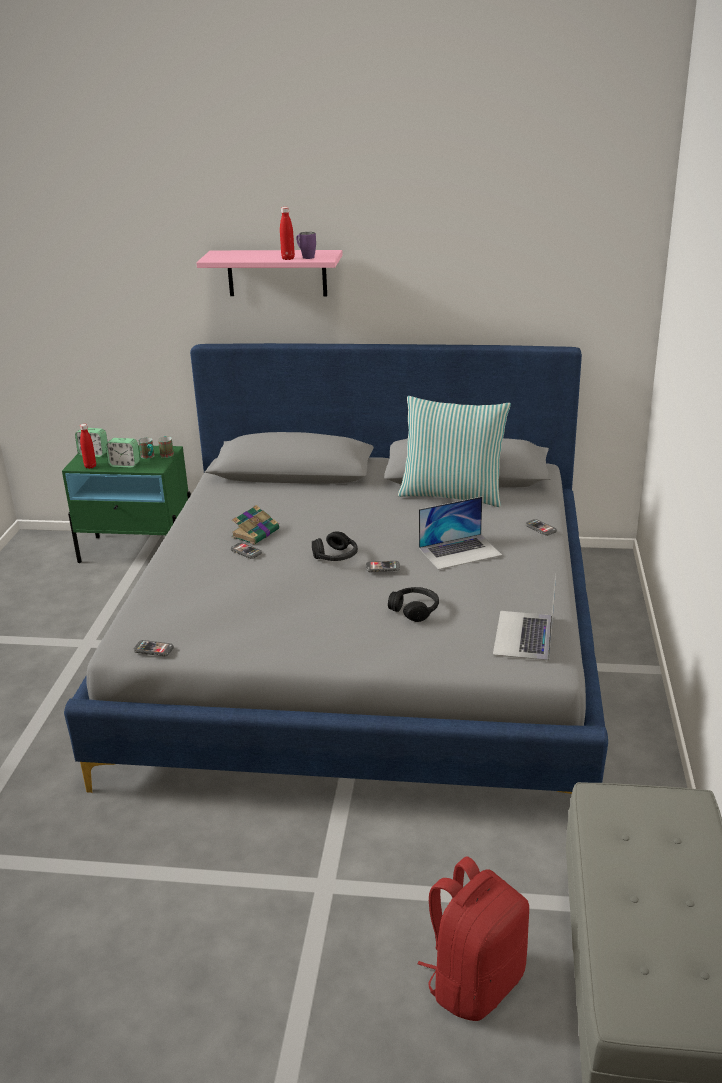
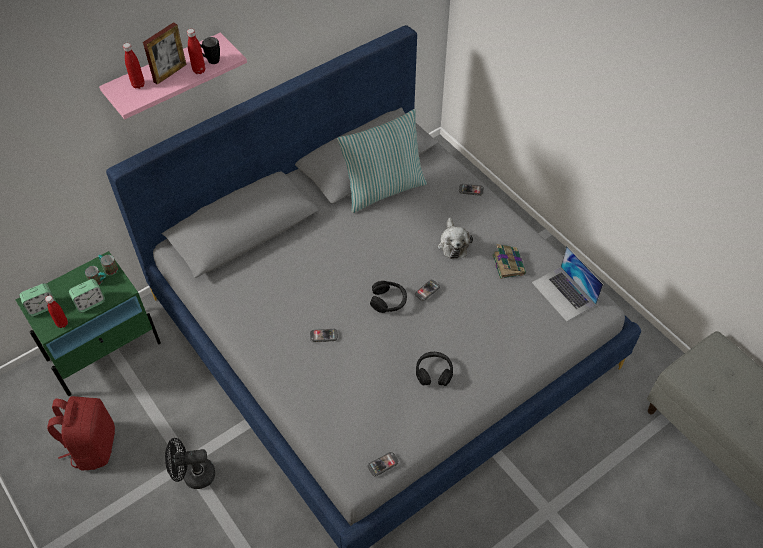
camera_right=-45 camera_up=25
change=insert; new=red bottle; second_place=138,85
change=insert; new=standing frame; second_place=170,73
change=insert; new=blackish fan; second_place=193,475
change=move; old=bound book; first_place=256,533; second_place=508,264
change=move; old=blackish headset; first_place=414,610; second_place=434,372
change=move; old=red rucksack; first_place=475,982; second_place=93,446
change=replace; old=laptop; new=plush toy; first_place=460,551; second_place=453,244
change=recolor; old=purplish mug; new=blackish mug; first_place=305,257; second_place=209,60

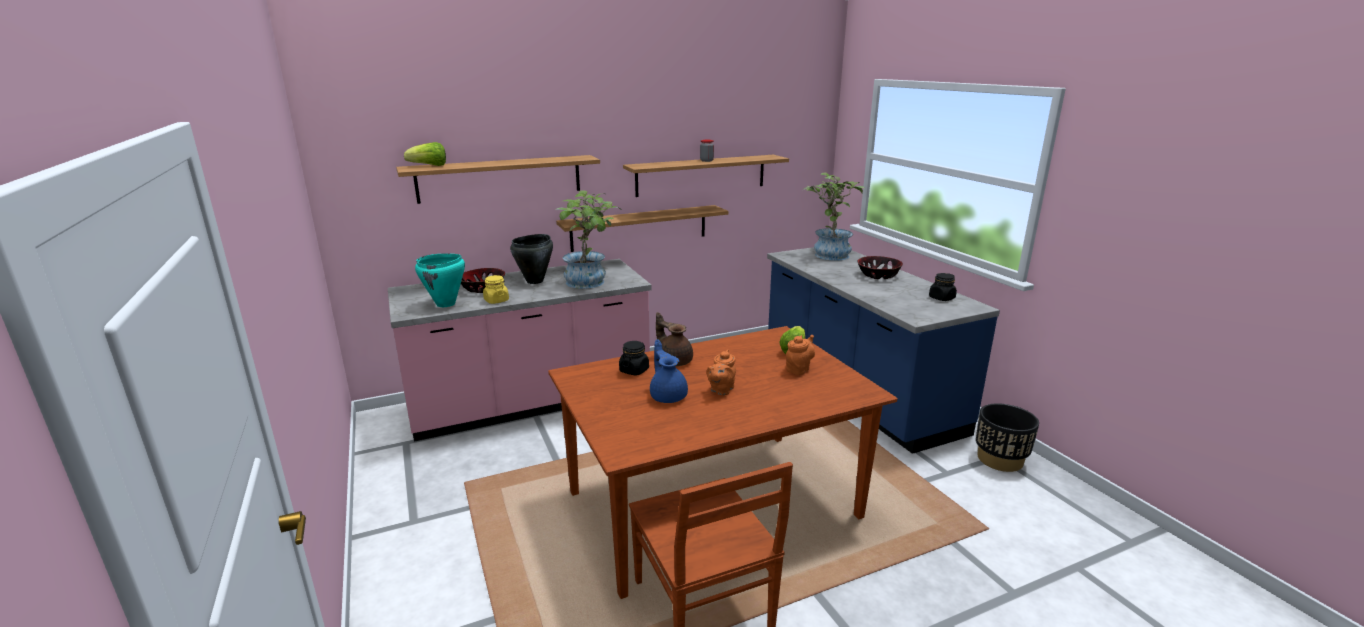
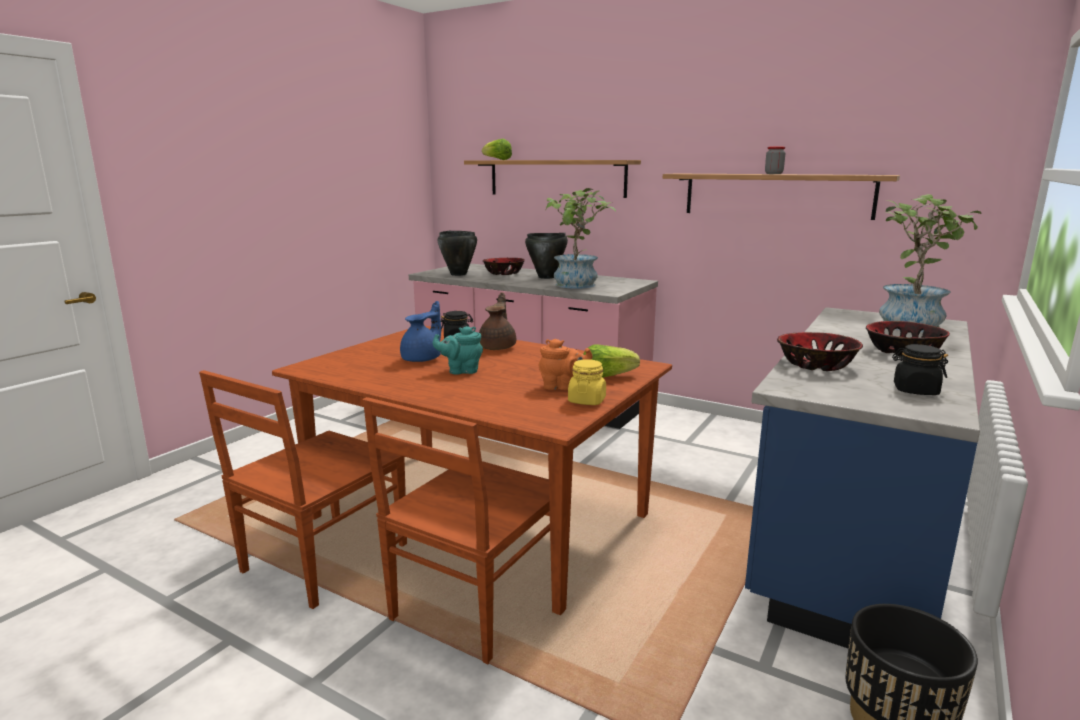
camera_right=55 camera_up=-5
change=delete; old=bracket shelf; first_place=639,228
change=insert; new=brown plain chair; second_place=475,603
change=insert; new=deep dish; second_place=815,364
change=move; old=yellow-coloured preserve jar; first_place=496,300; second_place=587,400
change=recolor; old=turquoise-coloured saucepot; new=blackish saucepot; first_place=446,304; second_place=458,274
change=recolor; old=orange-coloured teapot; new=turquoise-coloured teapot; first_place=721,390; second_place=461,371

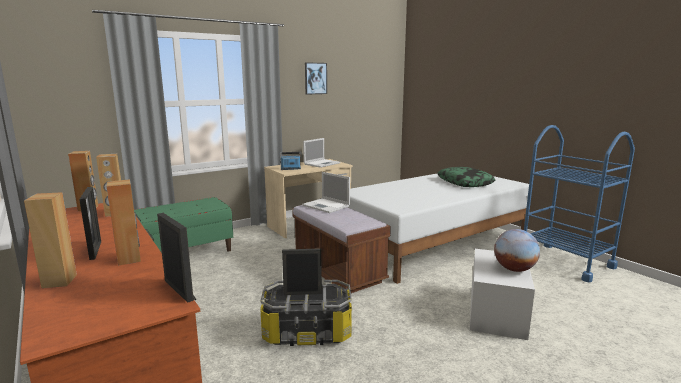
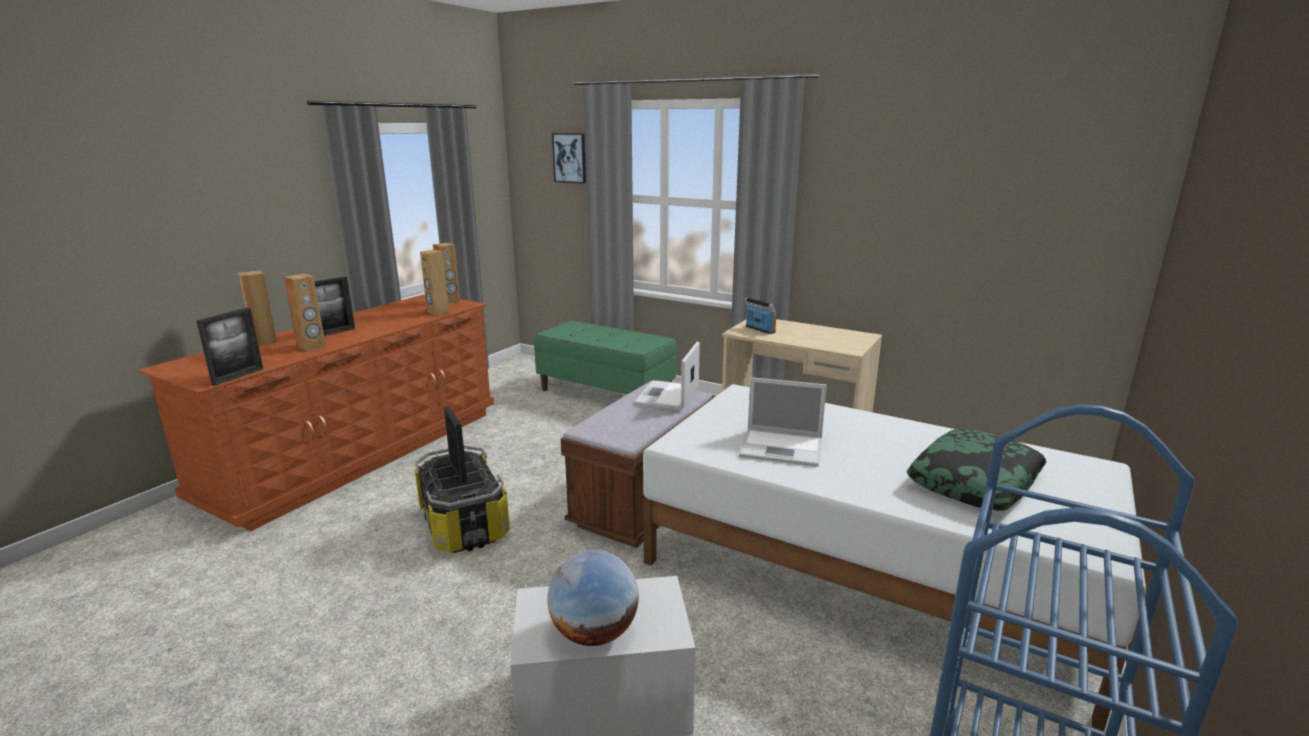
camera_right=65 camera_up=5
change=move; old=laptop; first_place=322,163; second_place=783,448
change=move; old=wall picture; first_place=315,78; second_place=570,158

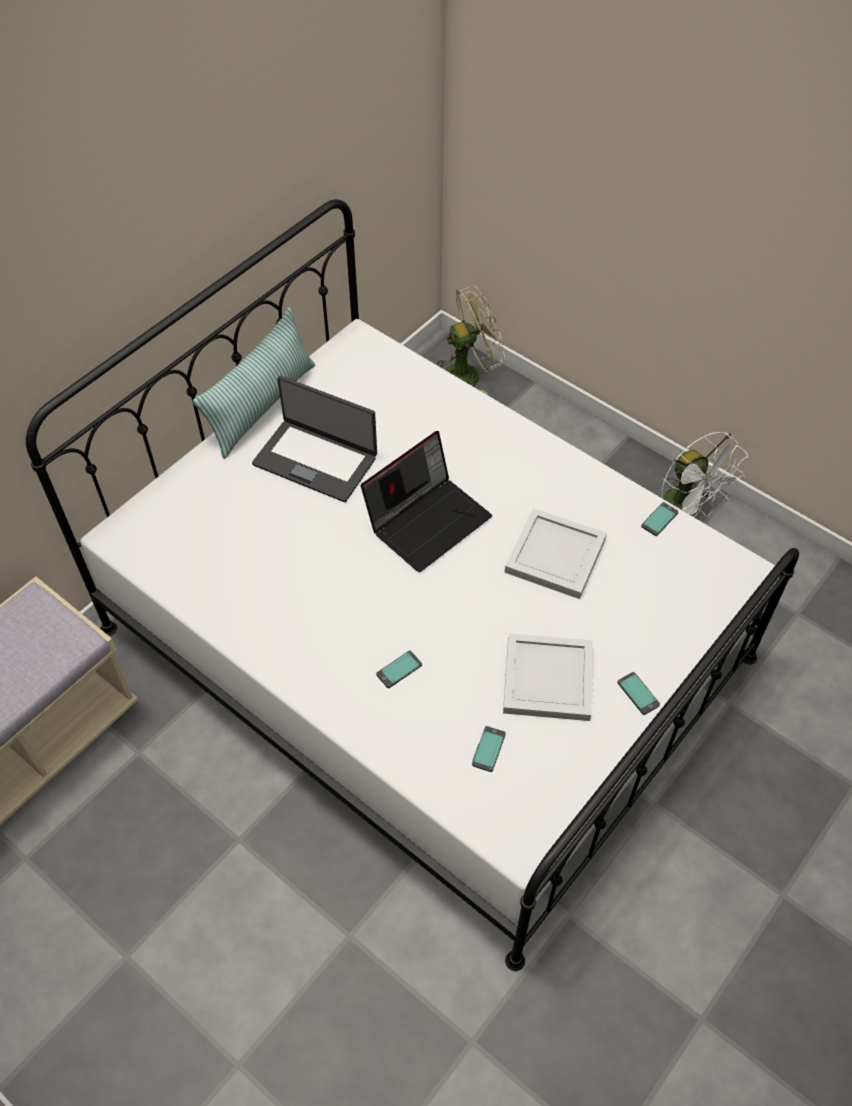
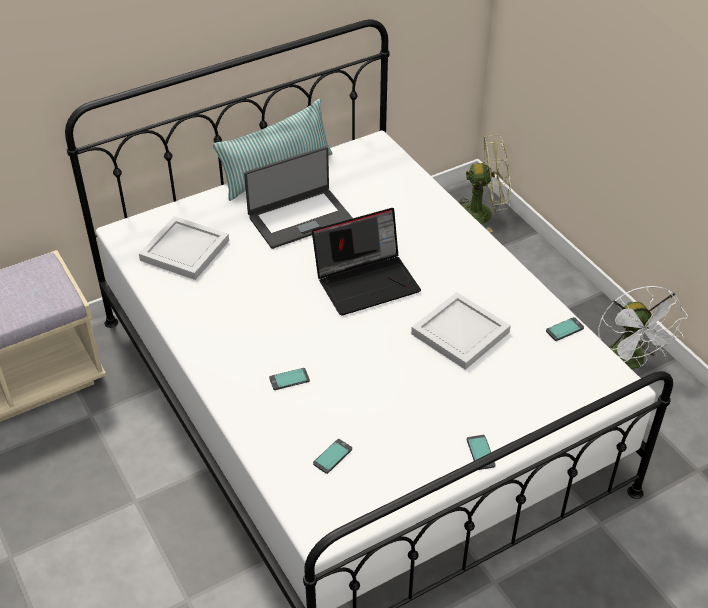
camera_right=20 camera_up=-10
change=move; old=whitish carrying tray; first_place=546,678; second_place=184,249
change=rotate; old=laptop; first_place=316,460; second_place=299,218; degrees=-75

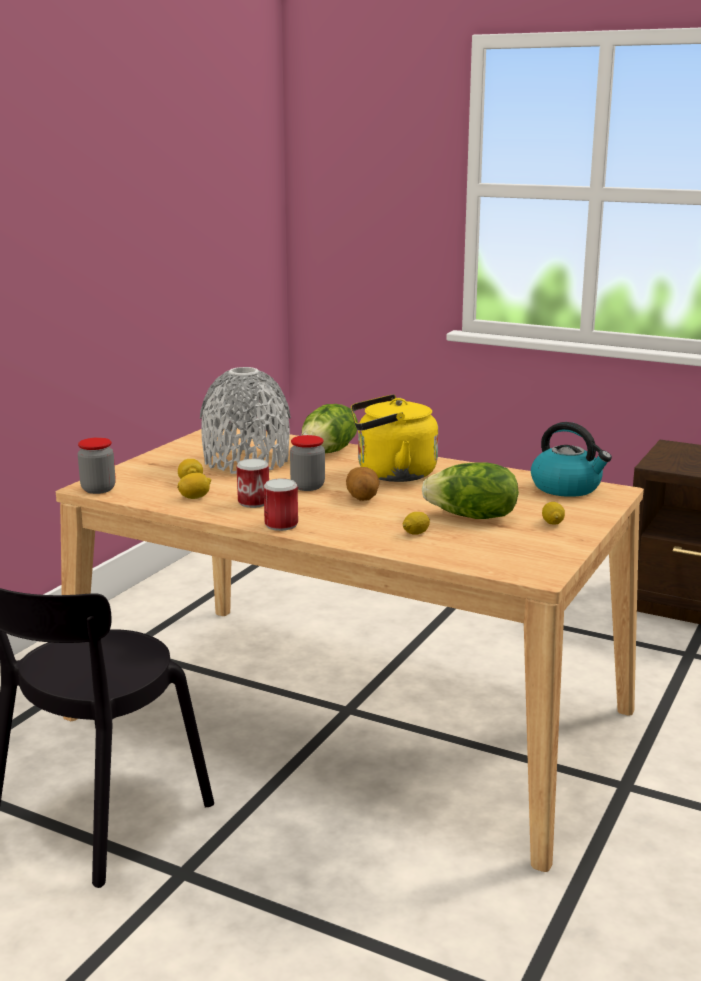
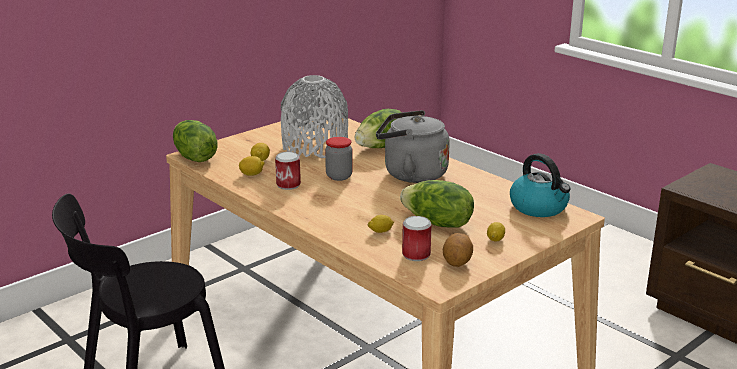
camera_right=20 camera_up=5
change=move; old=can; first_place=281,525; second_place=416,255
change=move; old=spud; first_place=362,498; second_place=457,262
change=replace; old=preserve jar; new=lettuce head; first_place=98,489; second_place=194,157
change=recolor; old=yellow-coloured water kettle; new=grey water kettle; first_place=391,474; second_place=411,174

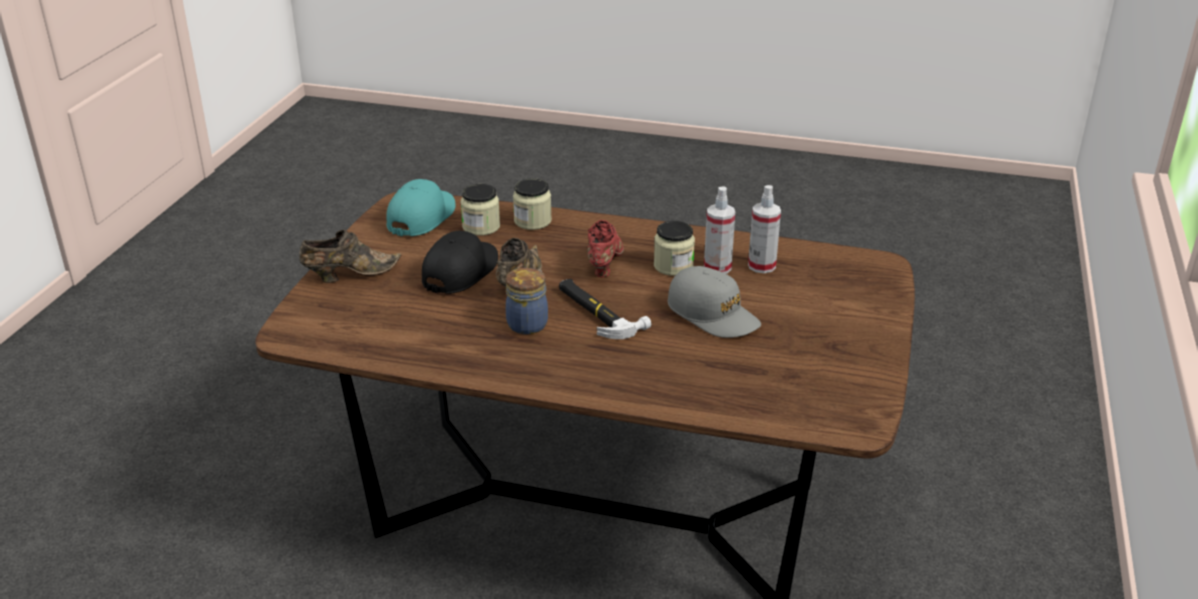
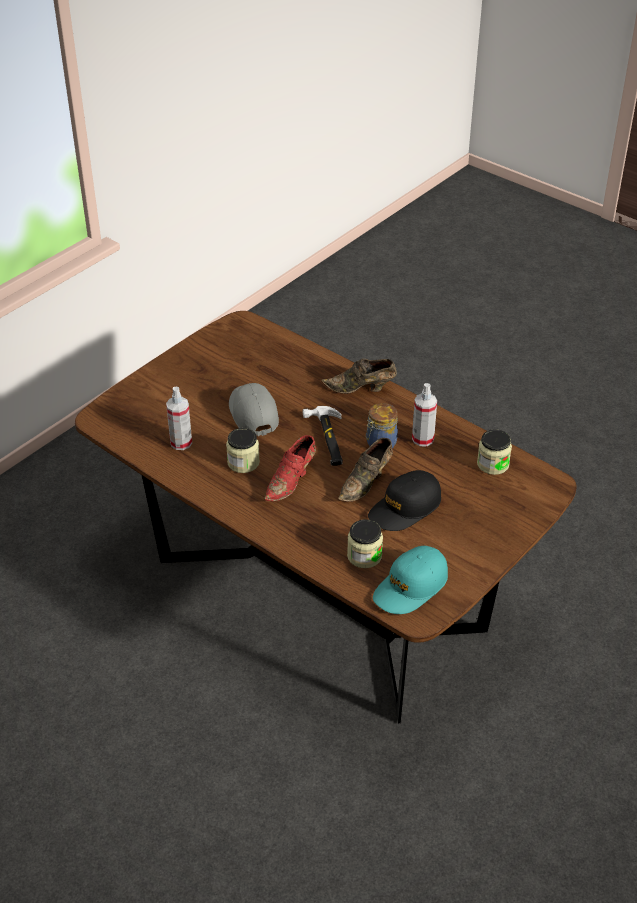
camera_right=-155 camera_up=10
change=move; old=brown item of footwear; first_place=349,275; second_place=361,389
change=move; old=preserve jar; first_place=532,221; second_place=493,464
change=move; old=spray bottle; first_place=717,268; second_place=423,439

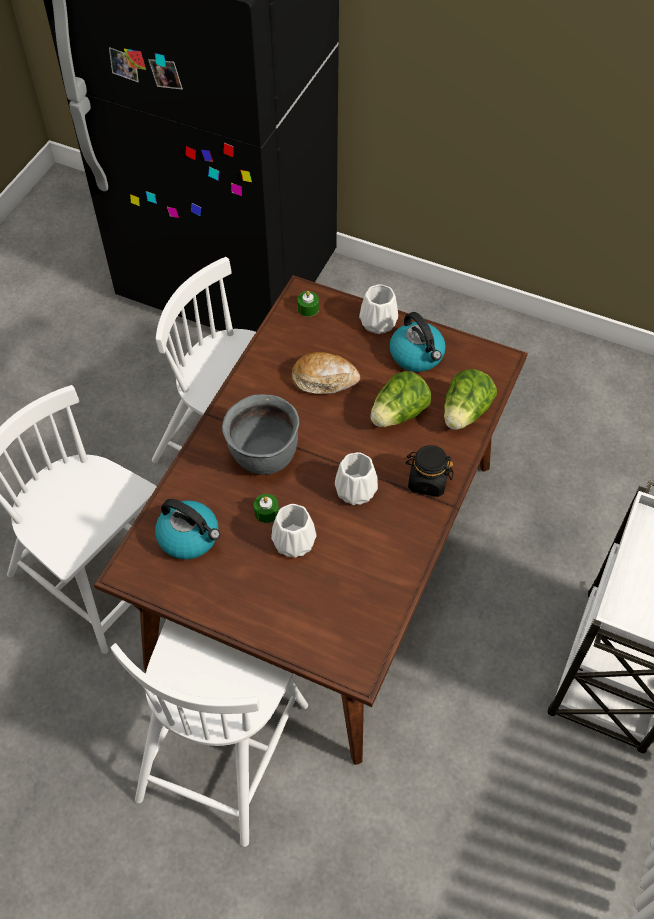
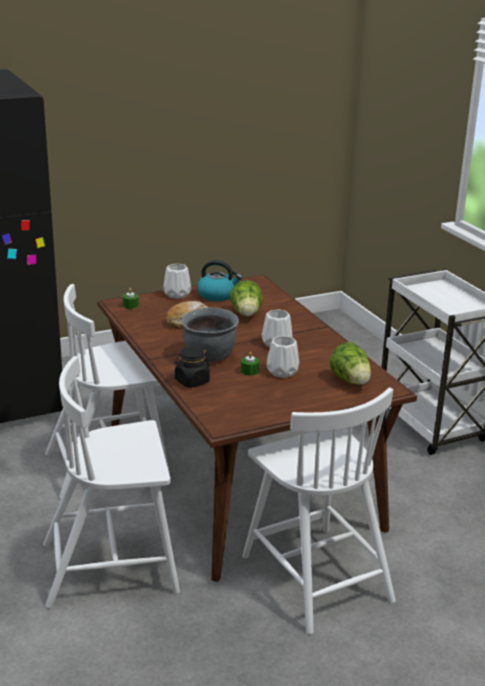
camera_right=-50 camera_up=-30
change=delete; old=water kettle; first_place=190,537
change=move; old=blackish preserve jar; first_place=427,481; second_place=192,381
change=move; old=lettuce head; first_place=465,413; second_place=351,381

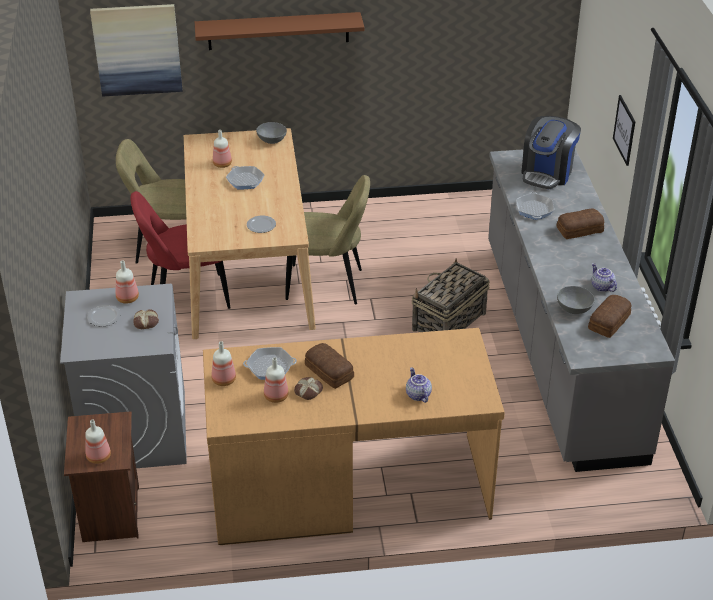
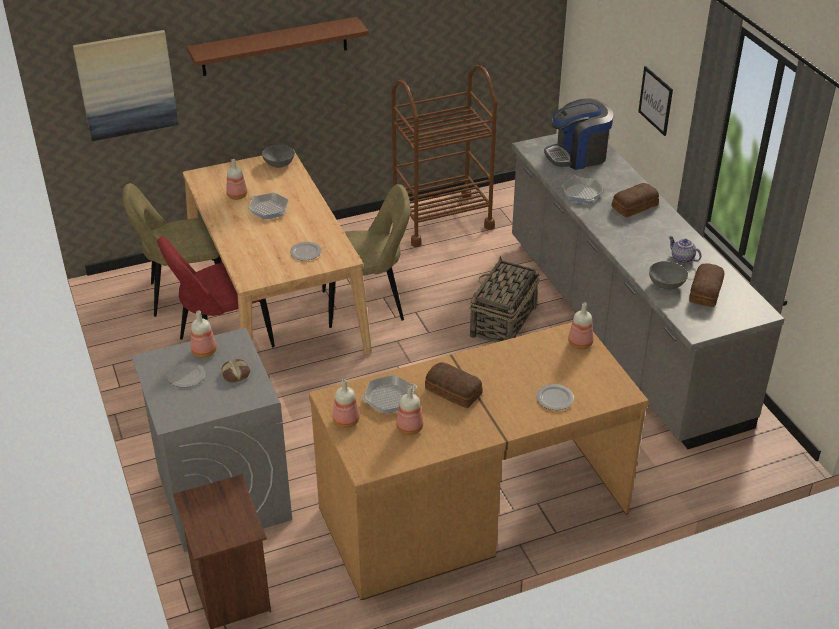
camera_right=-15 camera_up=0
change=delete; old=baked bread; first_place=308,391
change=insert; new=brown cart; second_place=441,220
change=move; old=bottle; first_place=99,456; second_place=580,343
change=replace; old=teapot; new=dinner plate; first_place=417,395; second_place=554,399
change=rotate; old=coffee maker; first_place=547,173; second_place=577,156; degrees=60

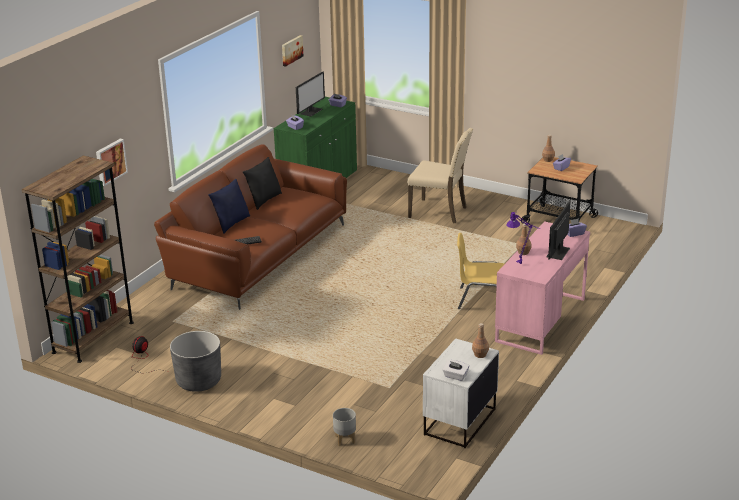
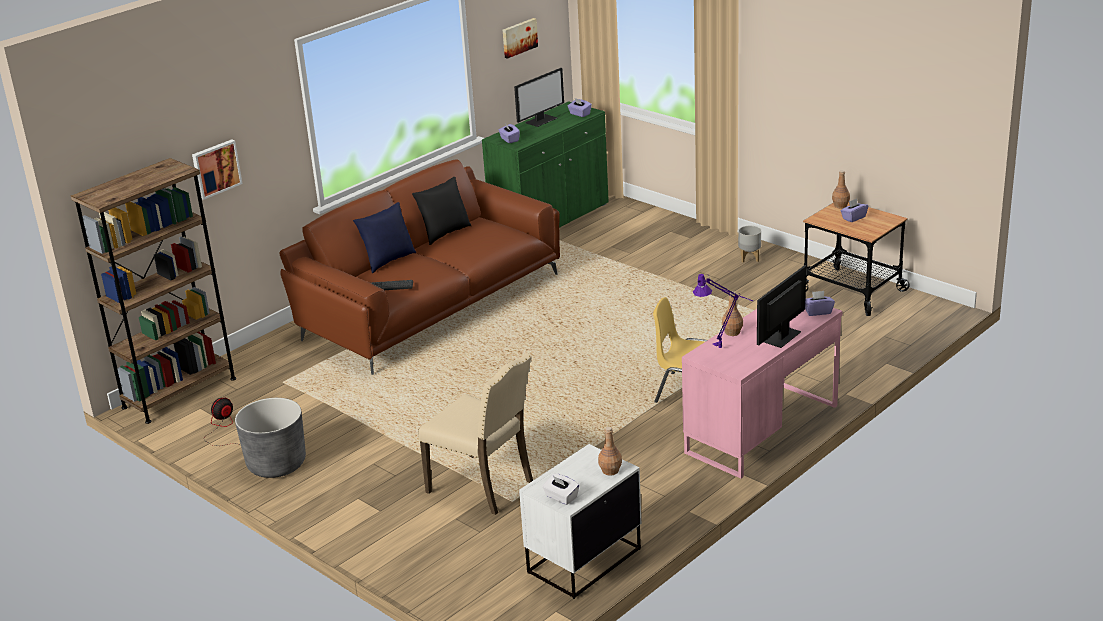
camera_right=15 camera_up=0
change=move; old=grey plant pot; first_place=345,439; second_place=750,258
change=move; old=beige-coloured plain chair; first_place=439,212; second_place=483,486

